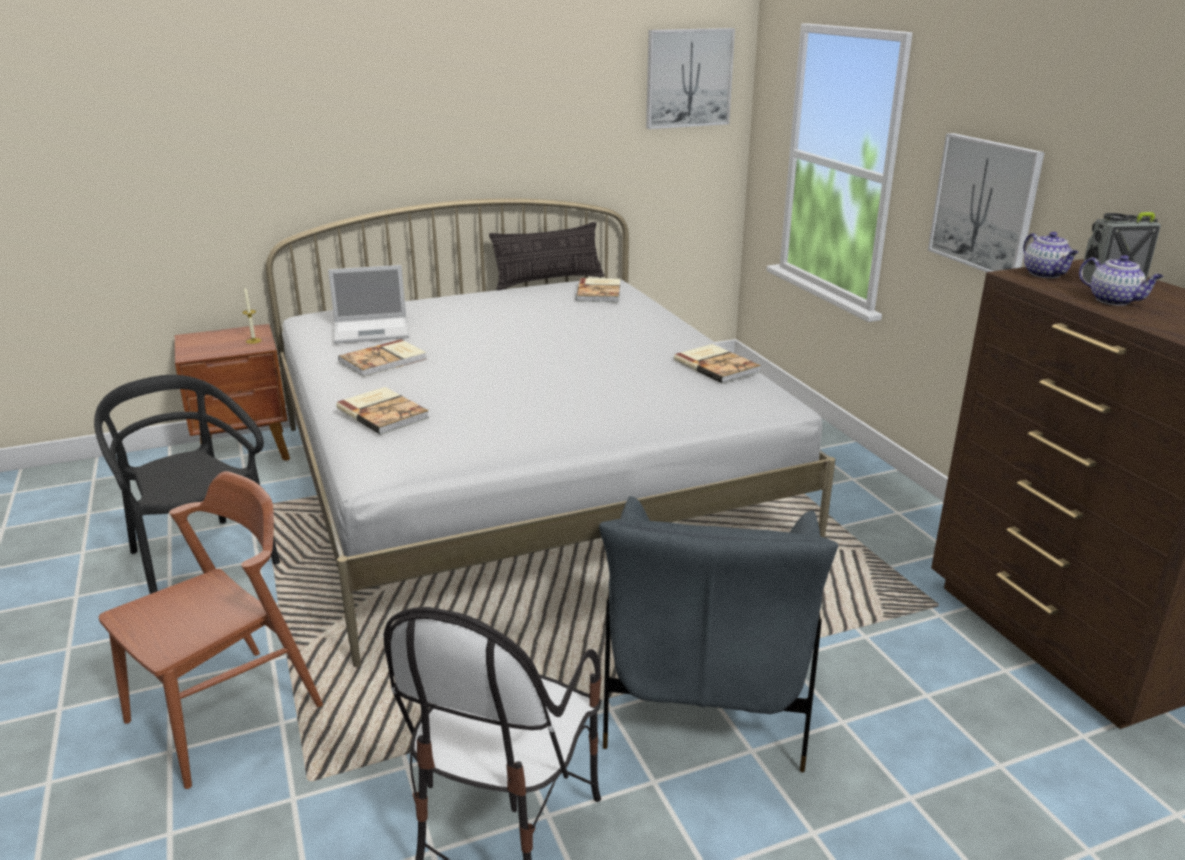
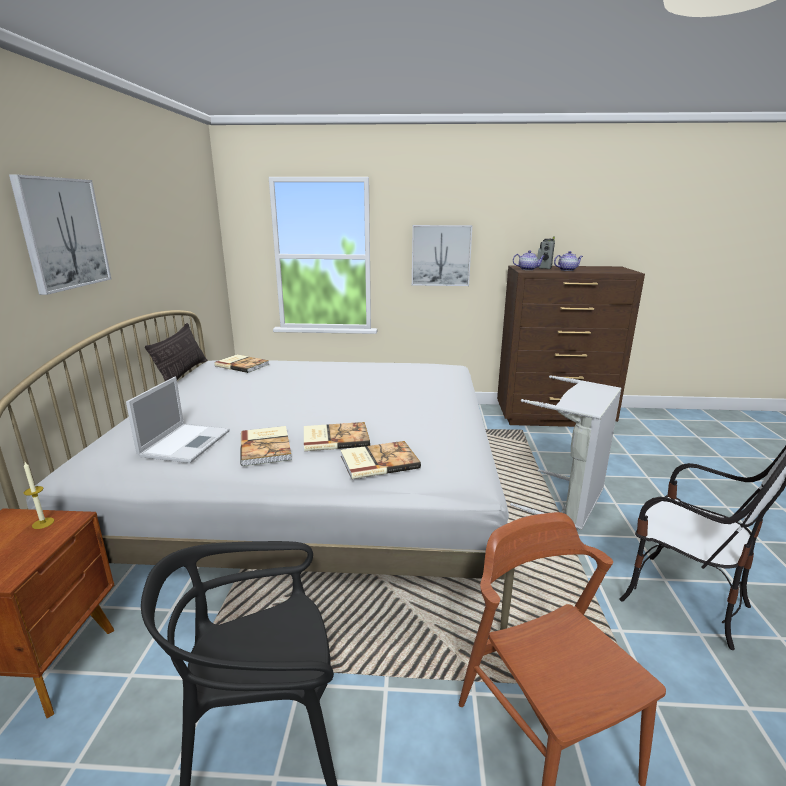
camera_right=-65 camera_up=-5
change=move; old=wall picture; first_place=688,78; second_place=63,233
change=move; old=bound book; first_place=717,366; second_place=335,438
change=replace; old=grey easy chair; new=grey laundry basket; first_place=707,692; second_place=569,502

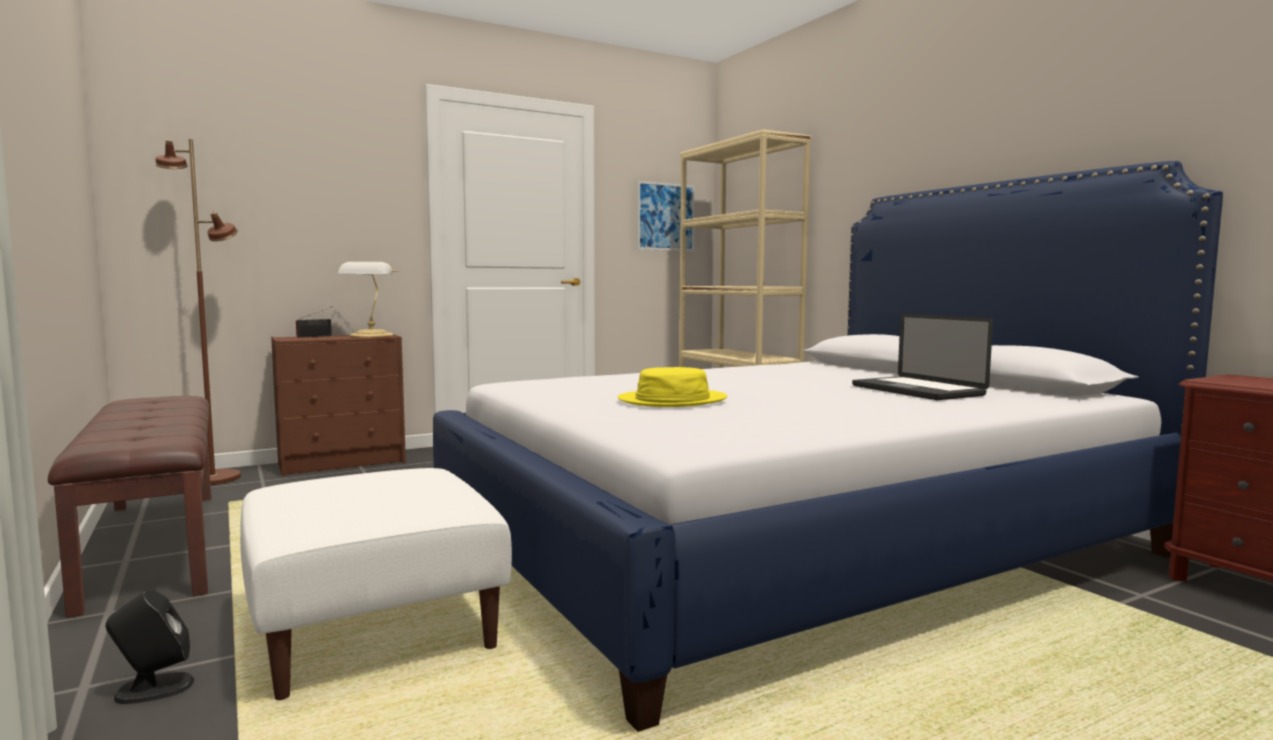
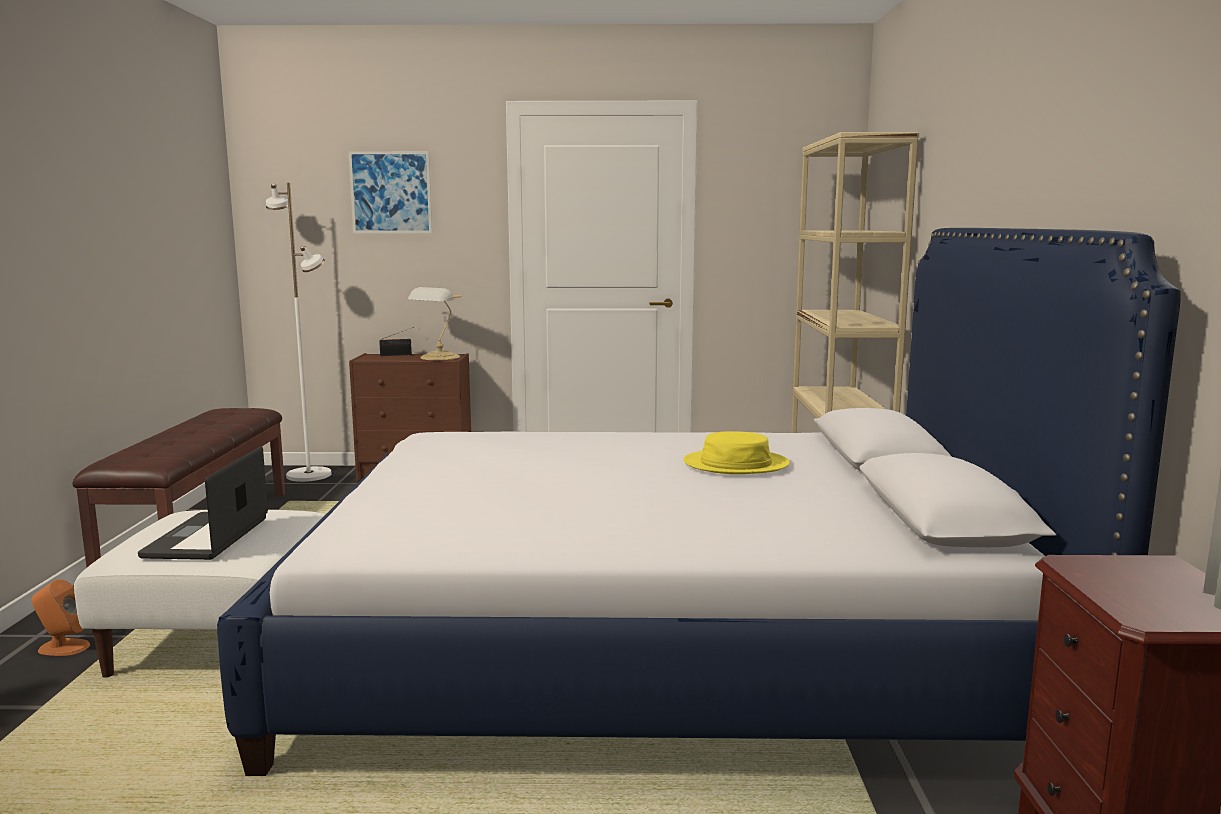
camera_right=30 camera_up=5
change=move; old=yellow-coloured wearable hat; first_place=672,400; second_place=736,464
change=move; old=wall picture; first_place=666,217; second_place=391,192
change=move; old=laptop; first_place=916,390; second_place=207,538
change=recolor; old=blackish audio speaker; new=orange-coloured audio speaker; first_place=153,689; second_place=63,647
change=recolor; old=brown floor lamp; new=whitish floor lamp; first_place=213,478; second_place=309,475

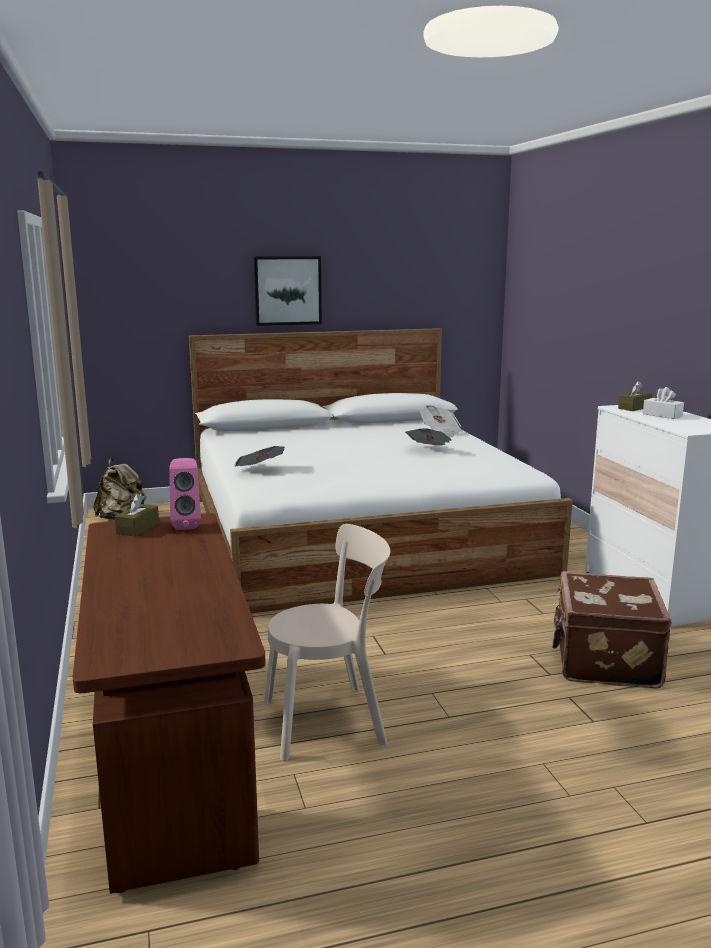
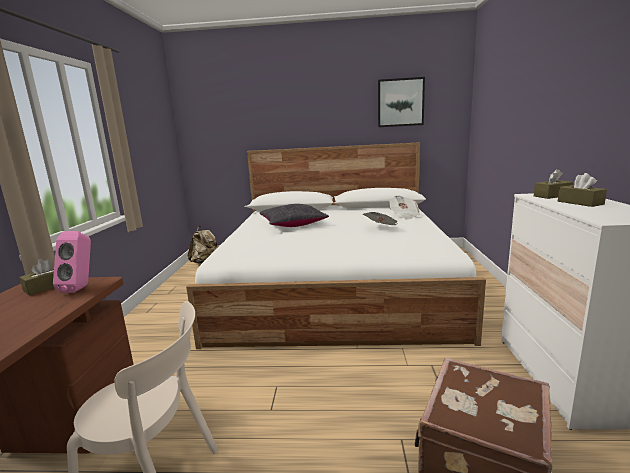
camera_right=20 camera_up=0
change=delete; old=newspaper; first_place=259,470
change=insert; new=blackish throw pillow; second_place=293,224
change=move; old=wall picture; first_place=287,290; second_place=400,102
change=recolor; old=whitish tissue box; new=brown tissue box; first_place=662,415; second_place=580,203

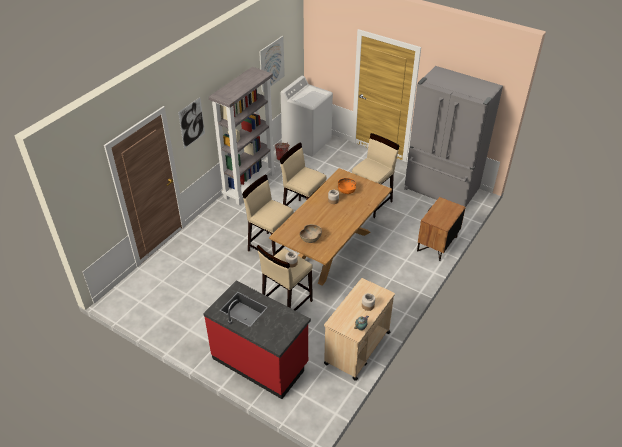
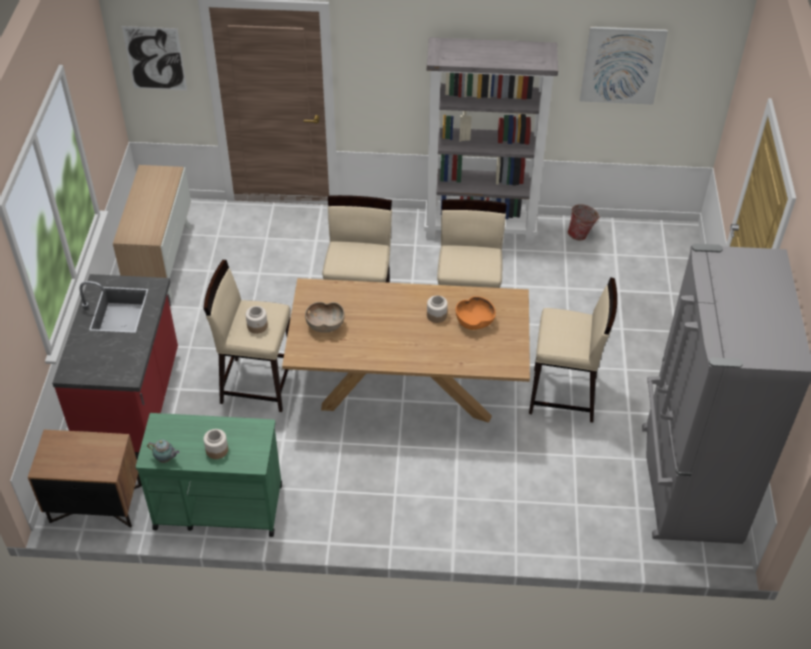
camera_right=60 camera_up=5
change=delete; old=whitish washing machine; first_place=307,142
change=insert; new=cupboard; second_place=161,259
change=move; old=wall picture; first_place=192,123; second_place=155,58
change=move; old=brown bedside table; first_place=437,244; second_place=95,504
change=recolor; old=beige-coloured cart; new=green-coloured cart; first_place=357,348; second_place=217,506

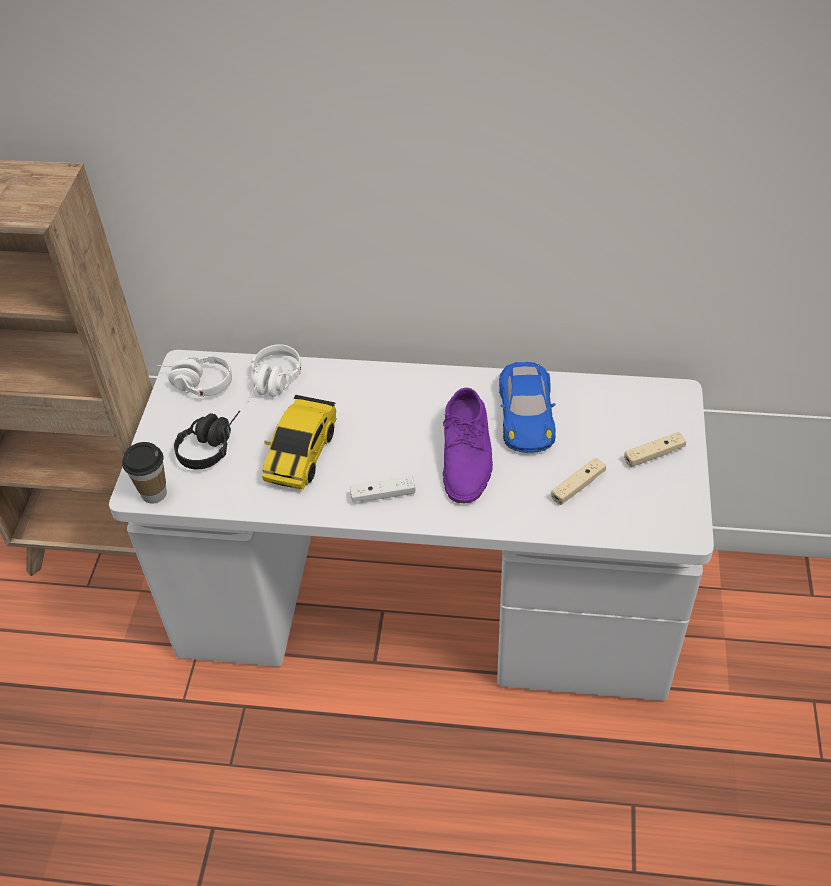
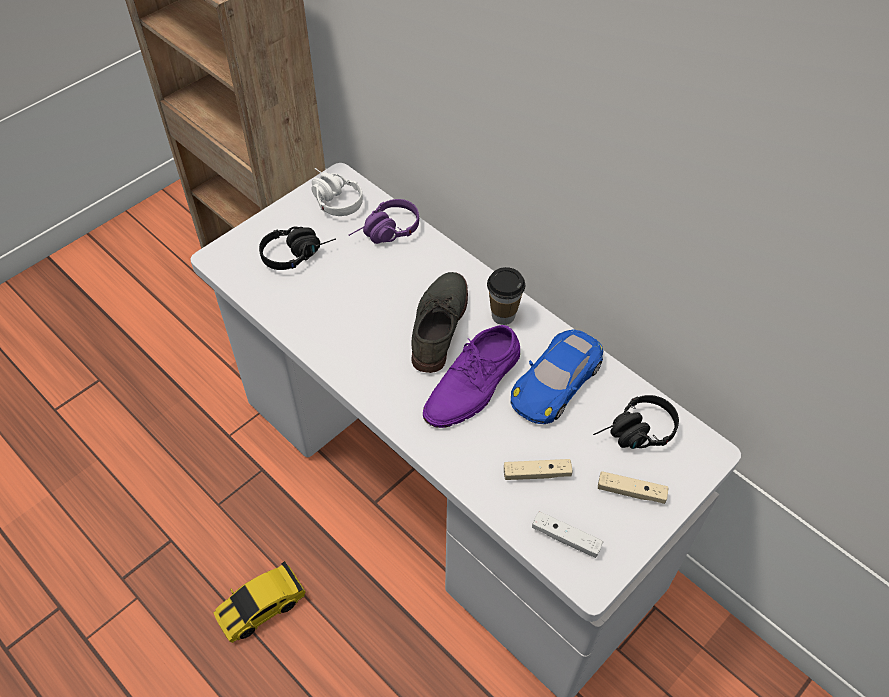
camera_right=35 camera_up=5
change=insert; new=grey item of footwear; second_place=438,324
change=insert; new=blackish headset; second_place=634,434
change=move; old=cup; first_place=154,493; second_place=503,315
change=move; old=model car; first_place=301,453; second_place=261,607
change=move; old=whitish joypad; first_place=383,495; second_place=566,538
change=recolor; old=whitish headset; new=purplish headset; first_place=273,384; second_place=385,233

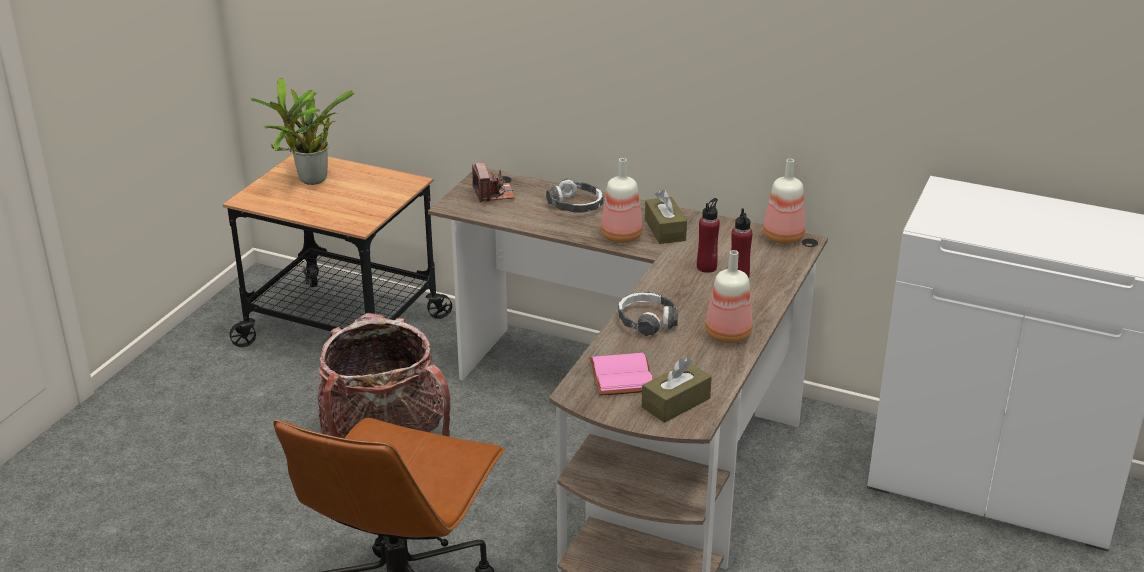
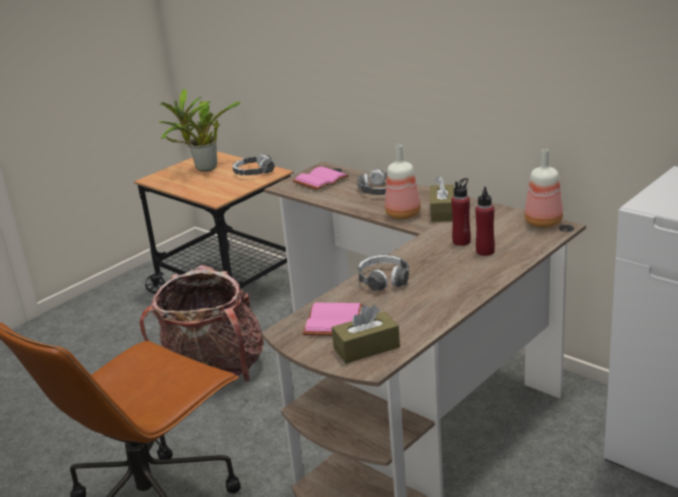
camera_right=20 camera_up=-5
change=delete; old=bottle; first_place=726,334
change=insert; new=headset; second_place=253,172
change=replace; old=photo camera; new=pinkish bound book; first_place=493,194; second_place=320,180

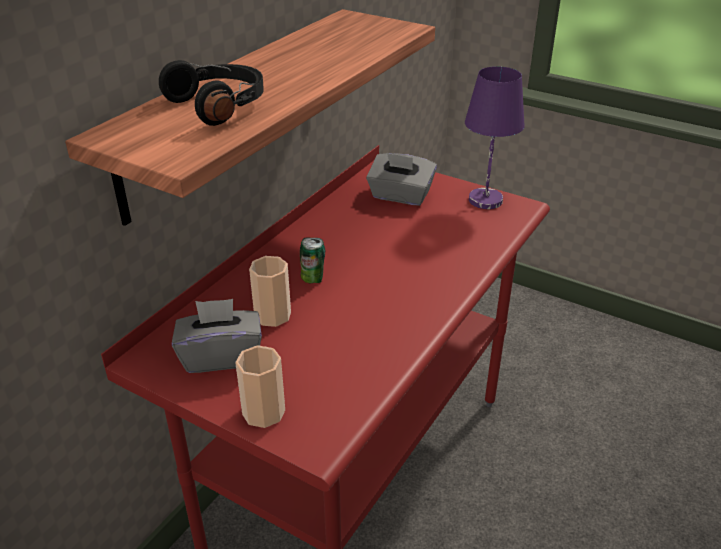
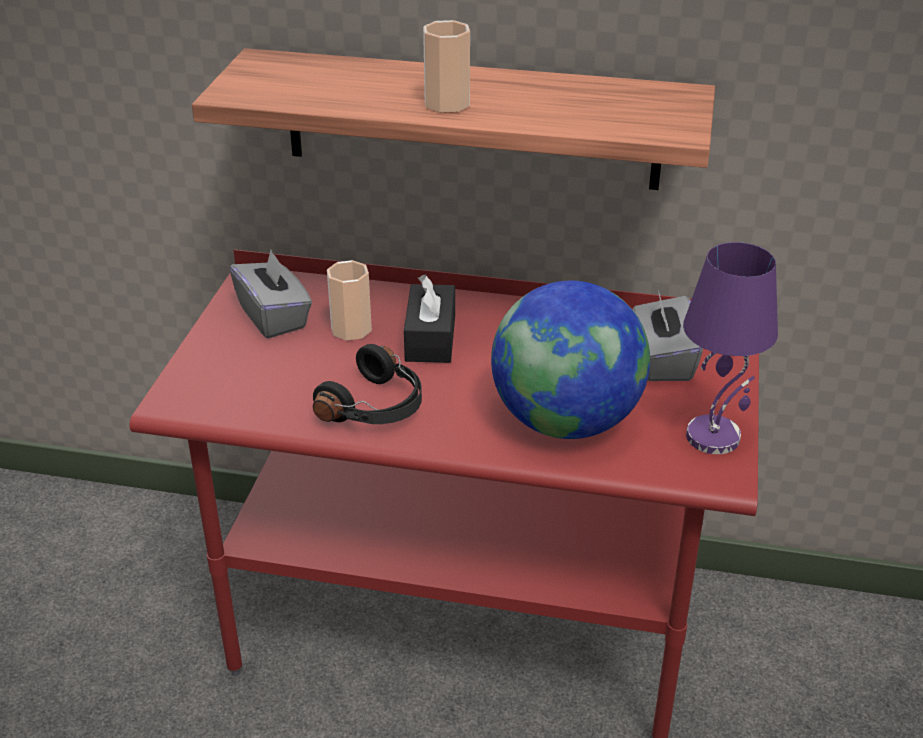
camera_right=70 camera_up=0
change=insert; new=globe; second_place=566,421
change=move; old=blackish headset; first_place=220,105; second_place=376,407
change=move; old=cup; first_place=263,412; second_place=447,103
change=replace; old=can; new=blackish tissue box; first_place=313,279; second_place=430,338

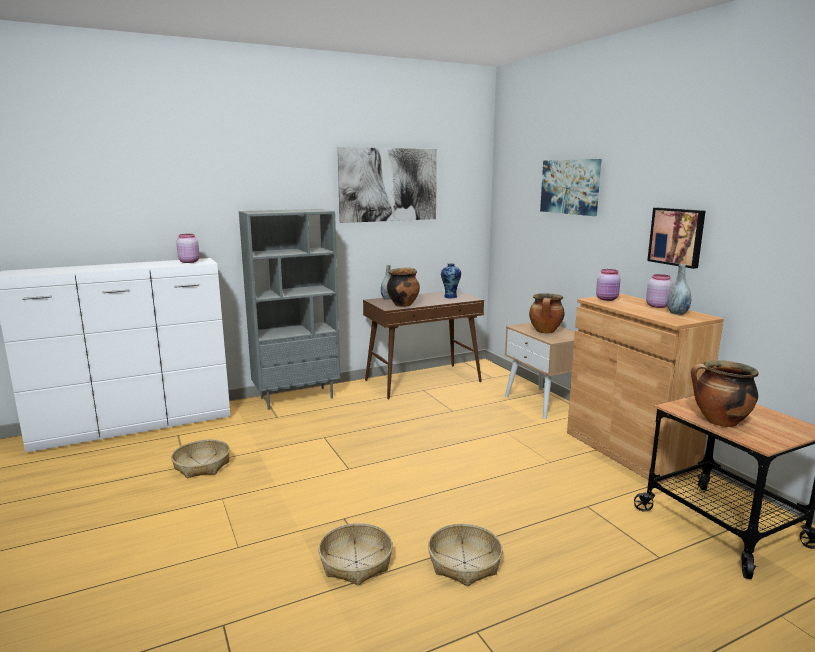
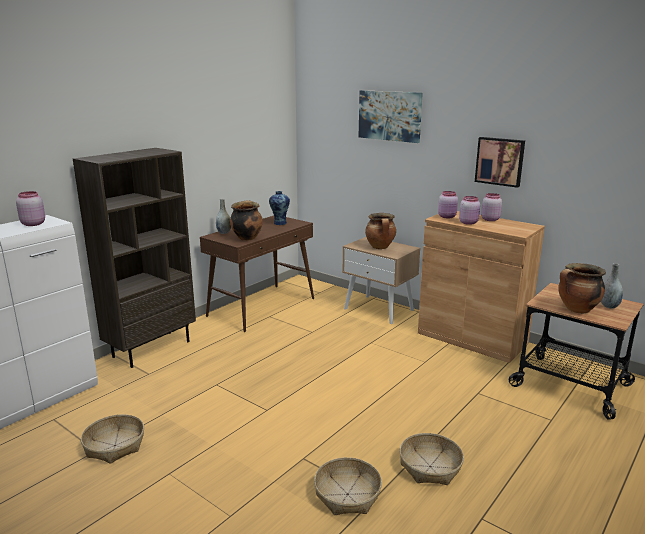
camera_right=-25 camera_up=5
change=delete; old=wall picture; first_place=388,185
change=insert; new=pinkish preserve jar; second_place=469,222
change=move; old=grey decorative vase; first_place=677,313; second_place=609,306
change=recolor; old=grey shelving unit; new=brown shelving unit; first_place=297,397; second_place=151,348

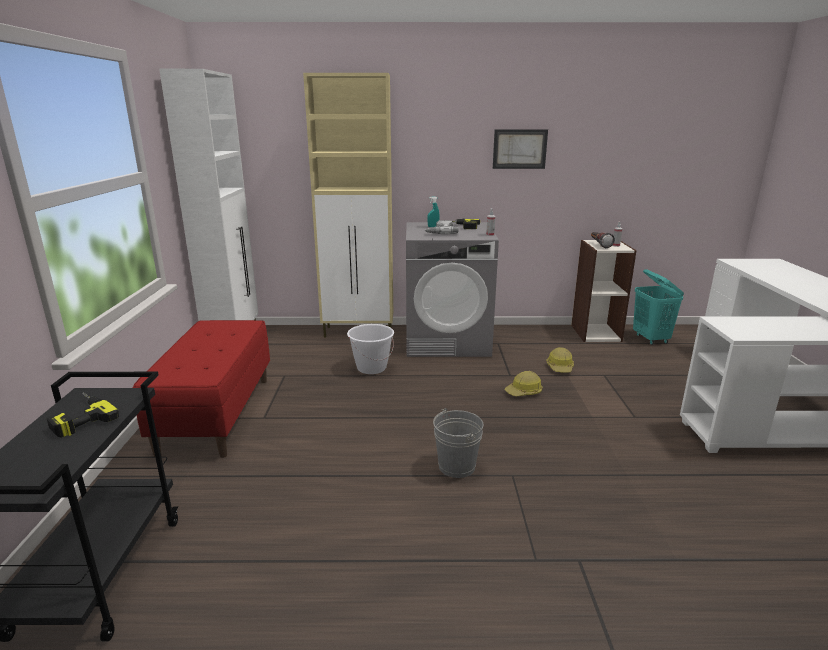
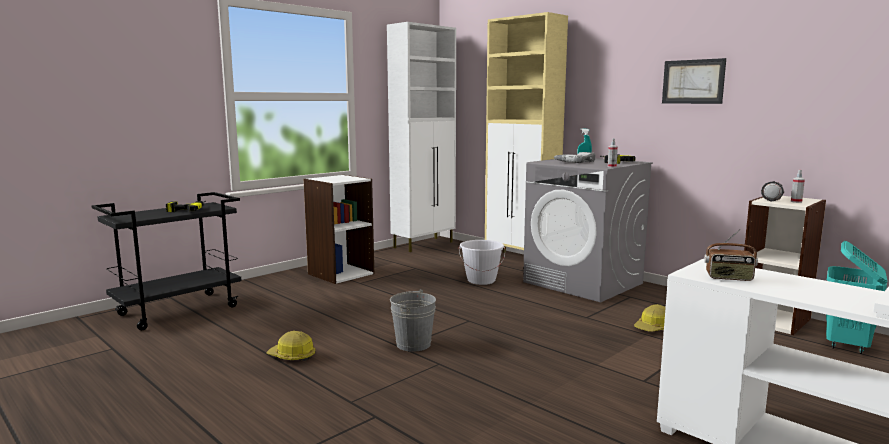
camera_right=45 camera_up=-10
change=insert; new=radio receiver; second_place=729,278
change=move; old=work helmet; first_place=524,392; second_place=292,356
change=replace; old=red indoor bench; new=whitish shelving unit; first_place=216,414; second_place=340,273

